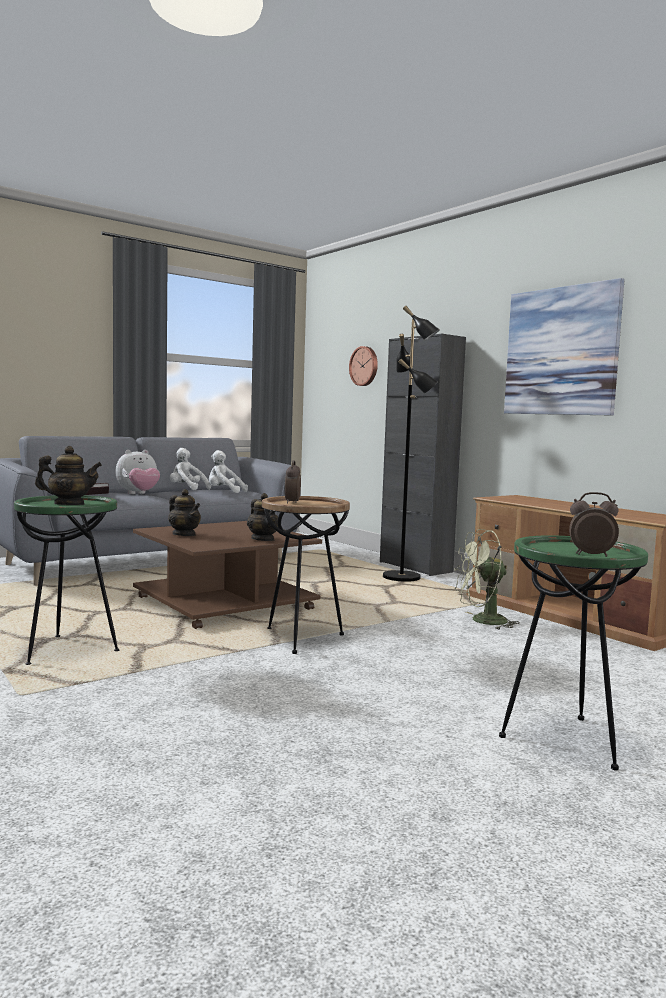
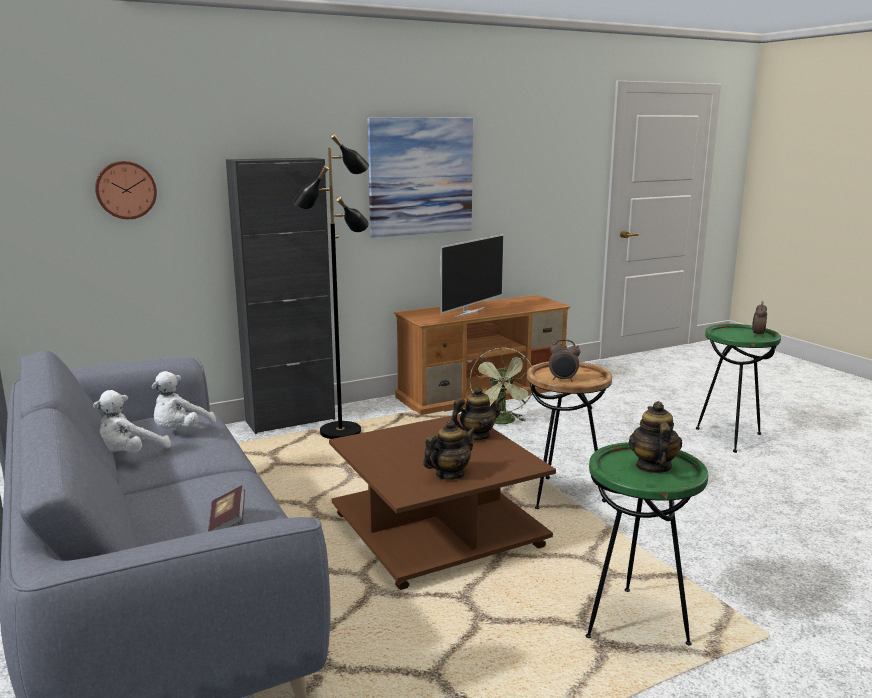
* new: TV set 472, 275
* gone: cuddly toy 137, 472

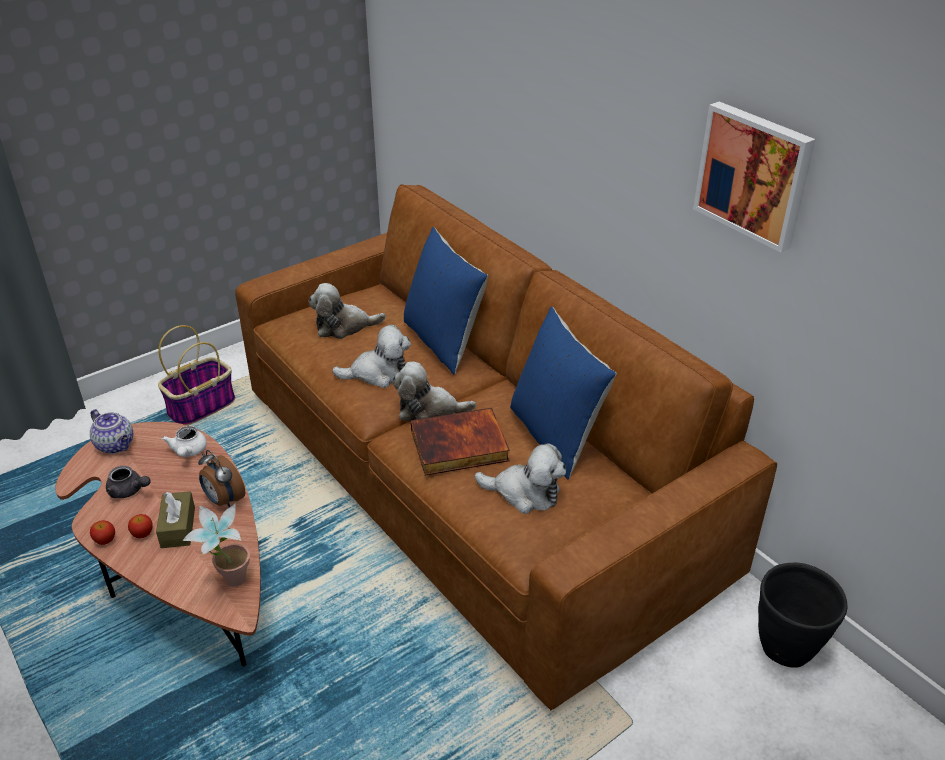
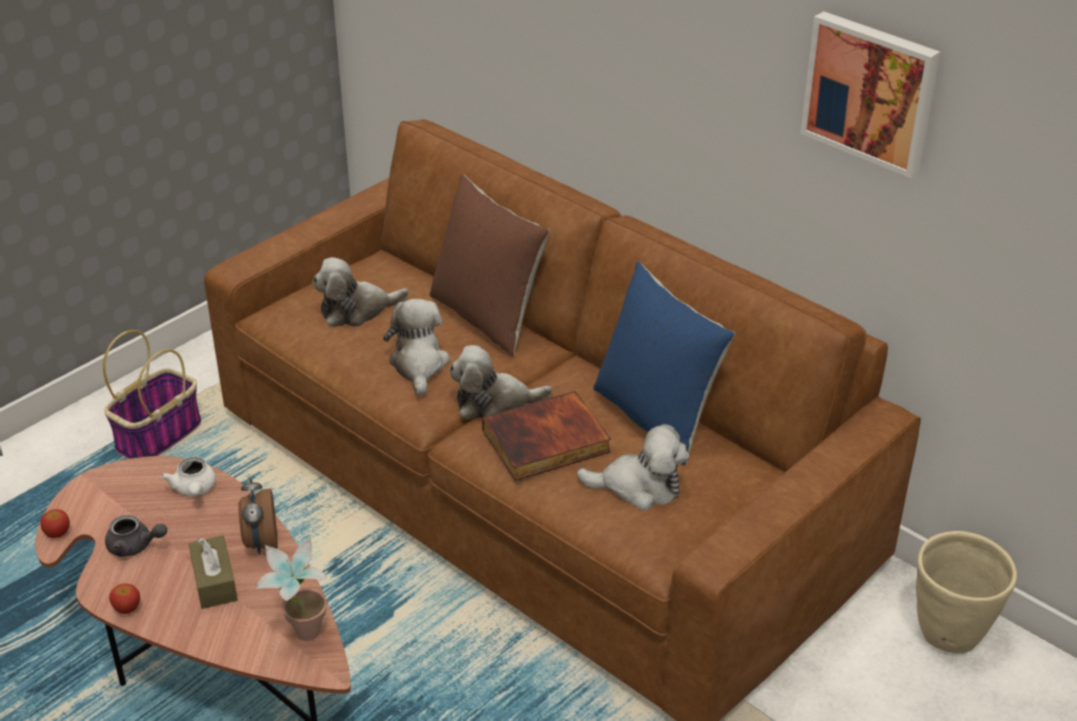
* shifted: whole apple 140, 526 to 55, 523
* rotated: table clock 221, 479 = 258, 516 45 degrees clockwise
* rotated: cuddly toy 371, 356 = 416, 347 75 degrees counterclockwise
* repainted: pillow/blue-coloured 446, 300 to pillow/brown-coloured 489, 265
* repainted: planter/blackish 803, 615 to planter/beige-coloured 966, 592
* gone: tea pot 111, 431

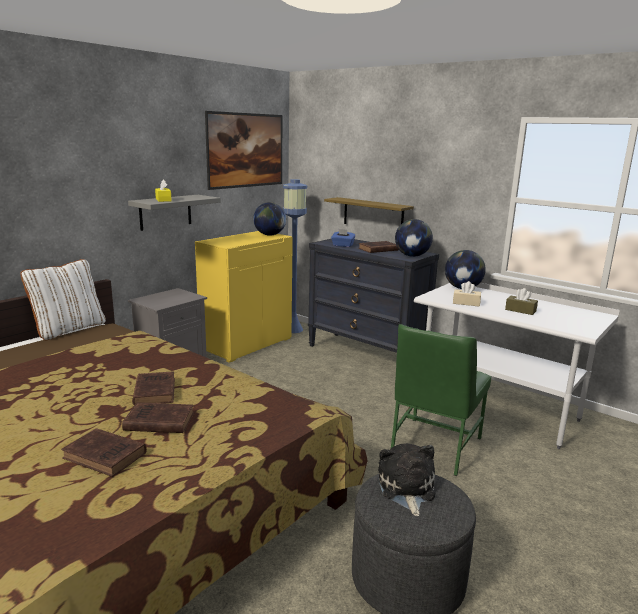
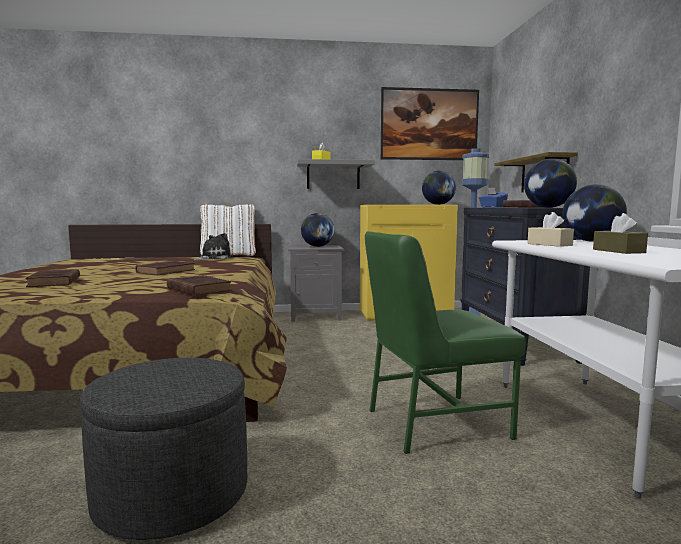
* shifted: volume/brown-coloured 158, 417 to 199, 285
* shifted: cuddly toy 406, 479 to 213, 246
* new: world globe 317, 230

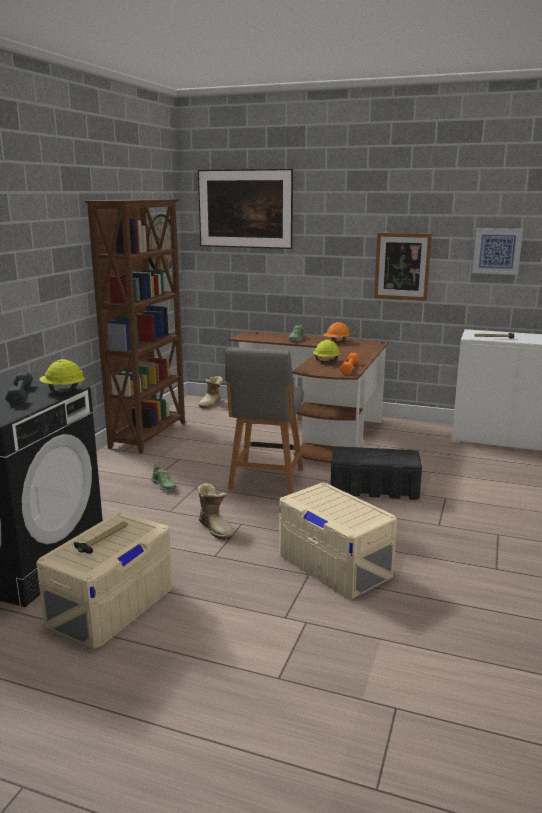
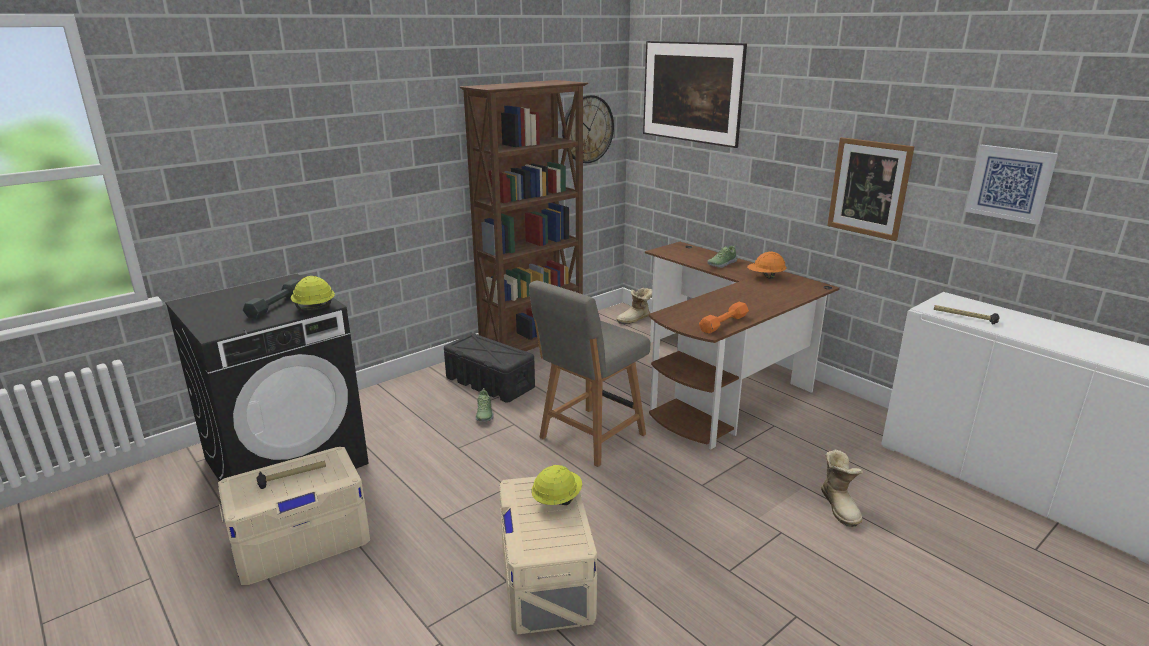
* shifted: storage bin/blackish 376, 473 to 489, 368
* shifted: hard hat/yellow 326, 351 to 557, 485
* shifted: boot 215, 511 to 842, 488

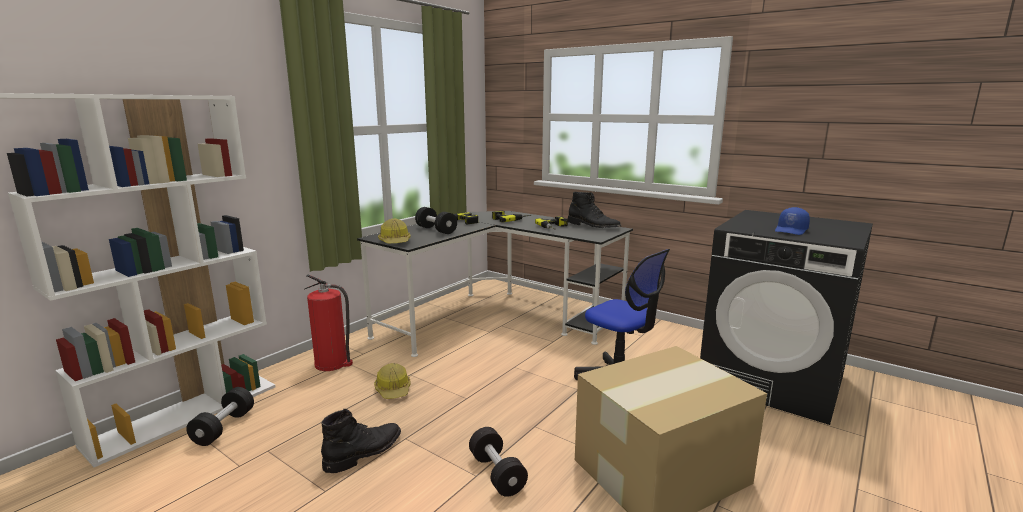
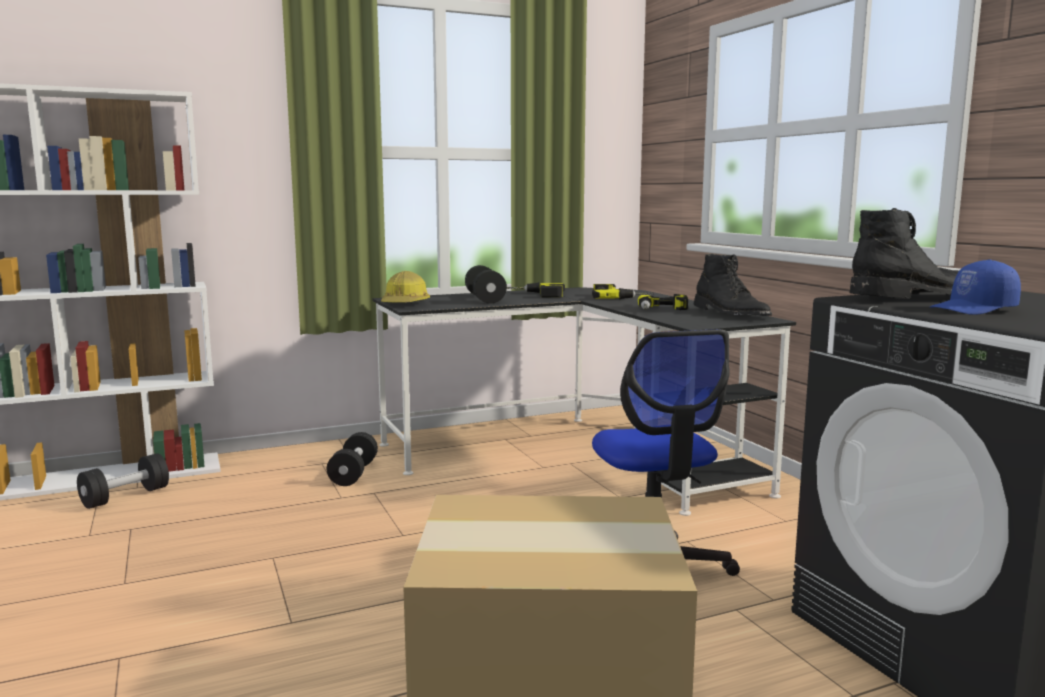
* shifted: hand weight/blackish 498, 462 to 352, 459
* shifted: boot/blackish 361, 441 to 904, 253
* gone: fire extinguisher 328, 323
* gone: hard hat 392, 381

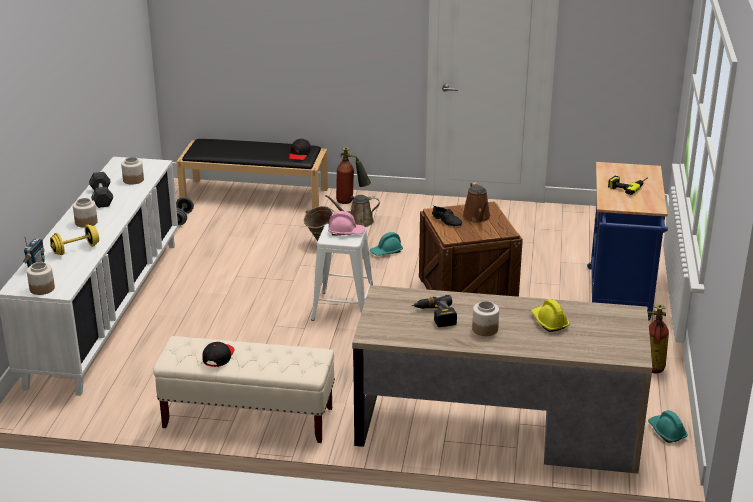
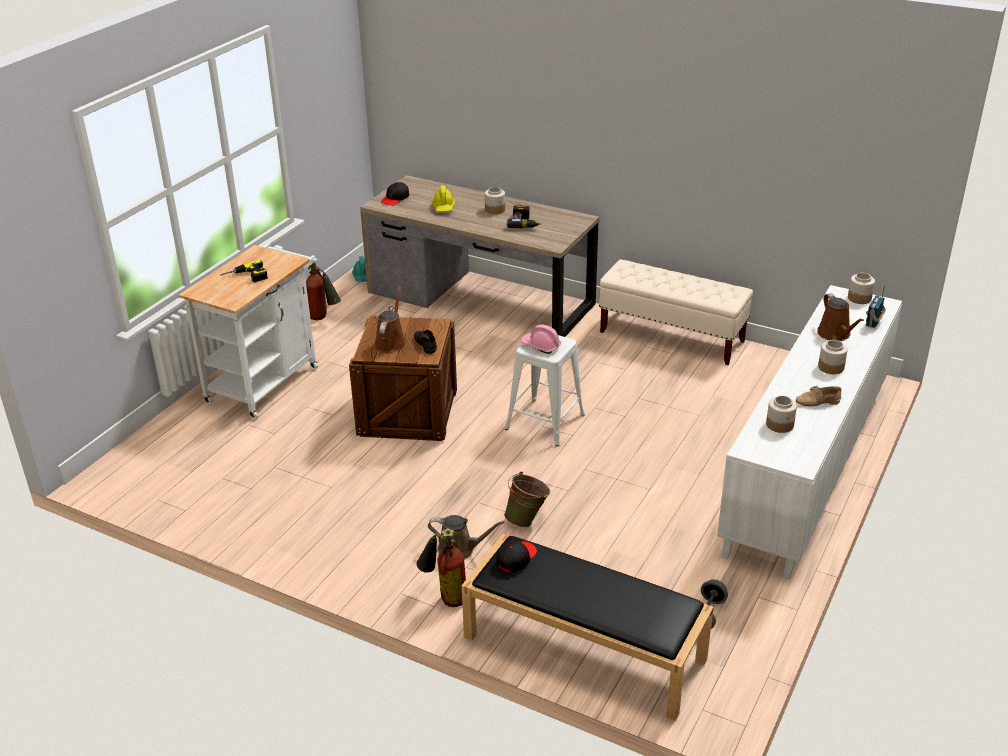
* repainted: wheeled cart/blue-coloured 627, 241 to wheeled cart/white 248, 331
* shifted: peaked cap/blackish 218, 354 to 395, 194
* swapped: hand weight/blackish 101, 190 to item of footwear/beige-coloured 818, 396
* swapped: hand weight/yellow 74, 239 to watering can/brown-coloured 840, 317
* gone: hard hat/turquoise 386, 244

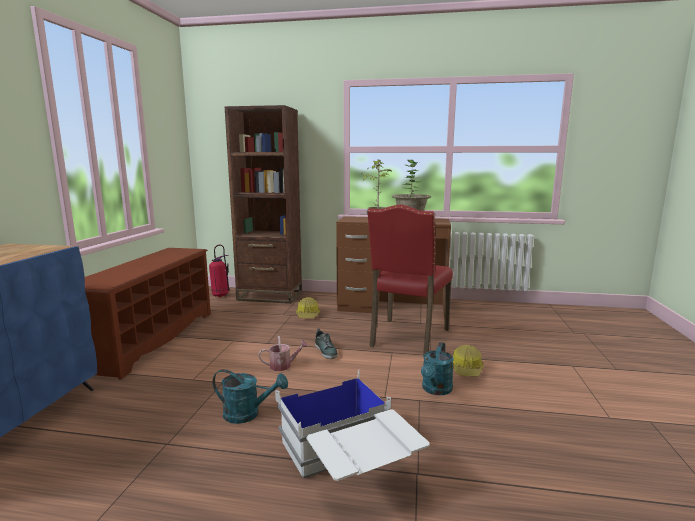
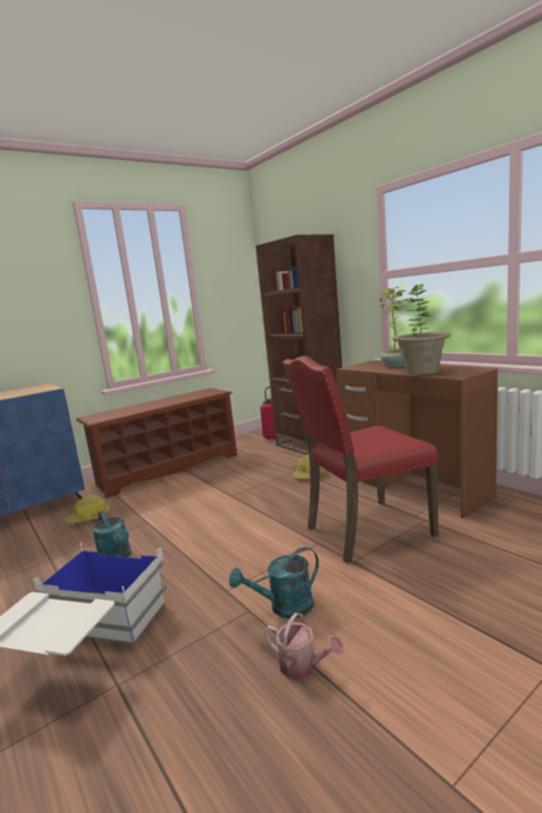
* shifted: hard hat 468, 361 to 87, 509
* shifted: watering can 283, 353 to 304, 646
* gone: item of footwear 326, 344

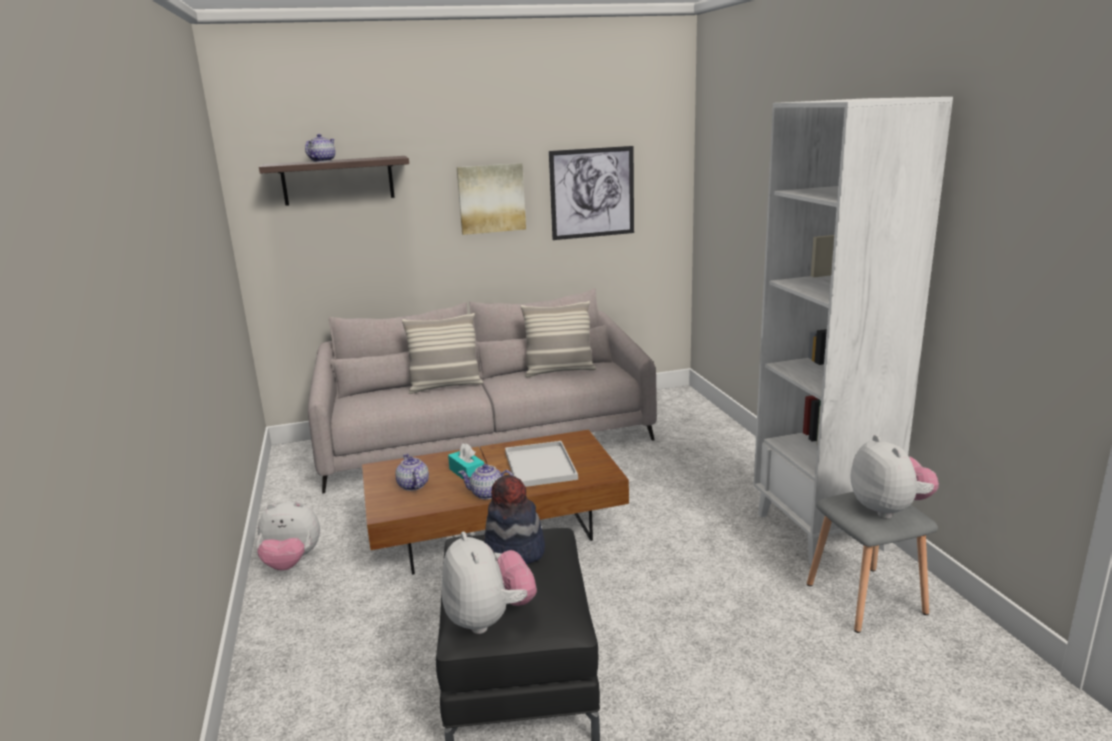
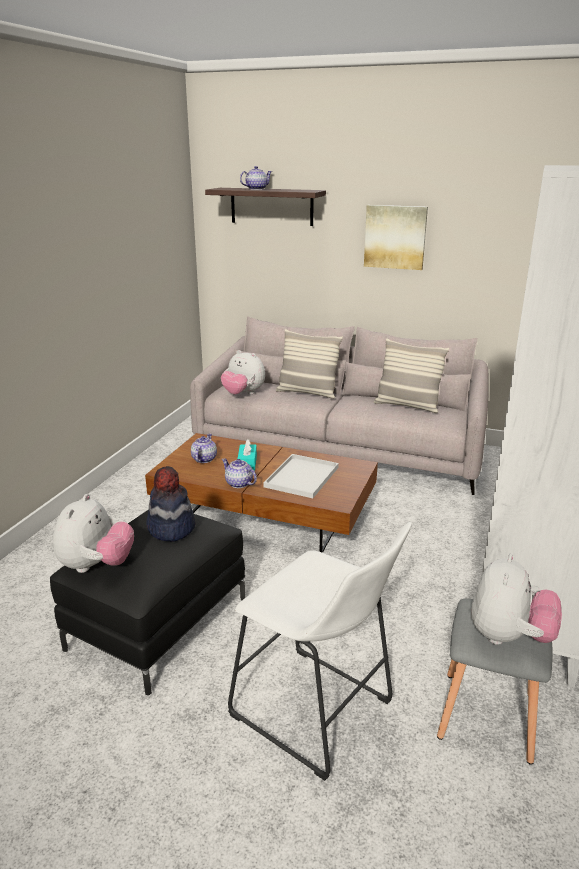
* shifted: cuddly toy 288, 536 to 243, 372
* new: stool seat/white 320, 651
* gone: wall art 591, 193

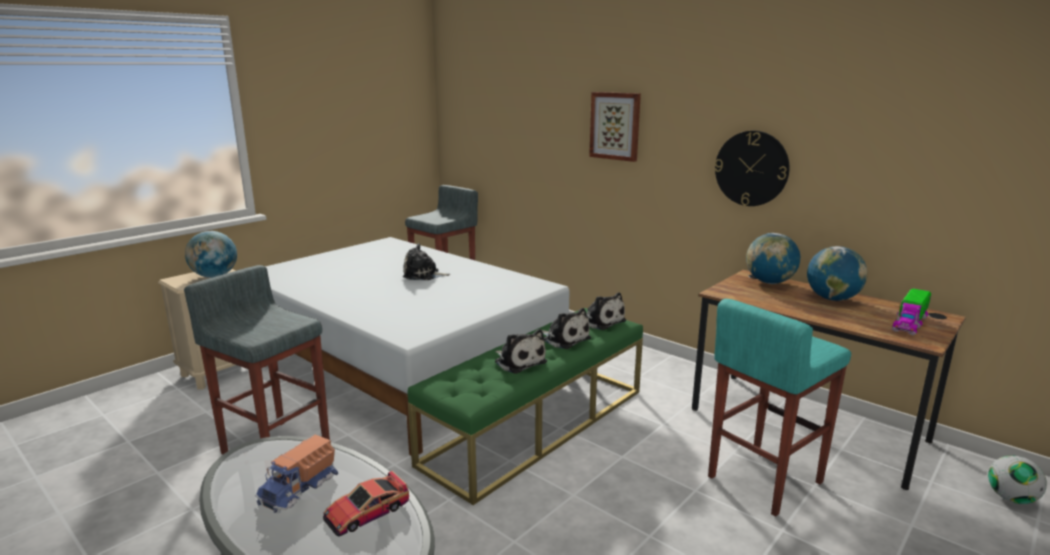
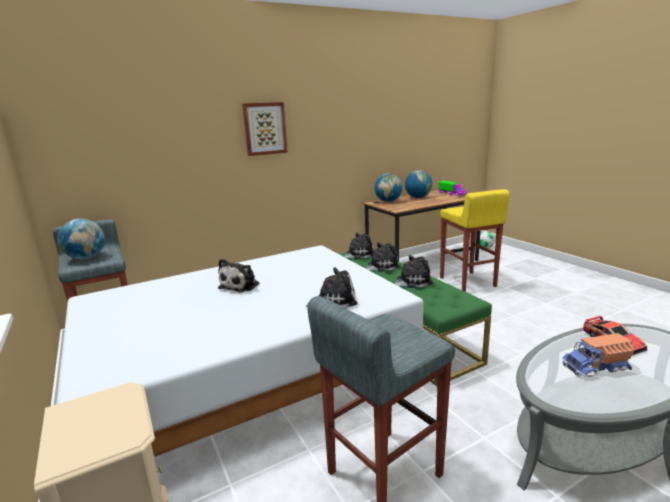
* shifted: world globe 211, 254 to 81, 239
* new: cuddly toy 331, 287
* repainted: stool seat/turquoise 779, 408 to stool seat/yellow 475, 240
* rotated: toy truck 296, 474 = 598, 355 120 degrees clockwise
* gone: clock on the wall 752, 168

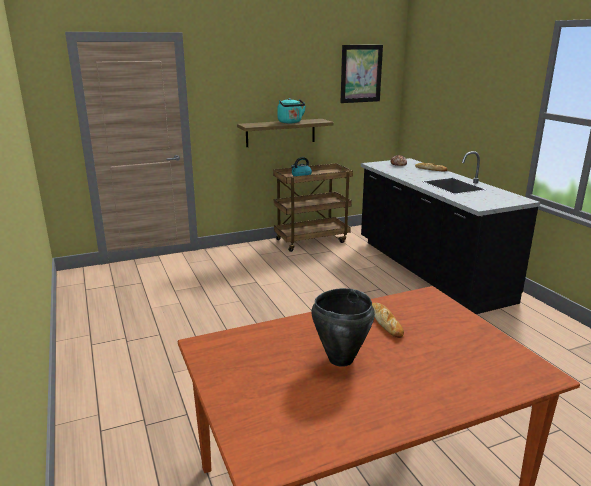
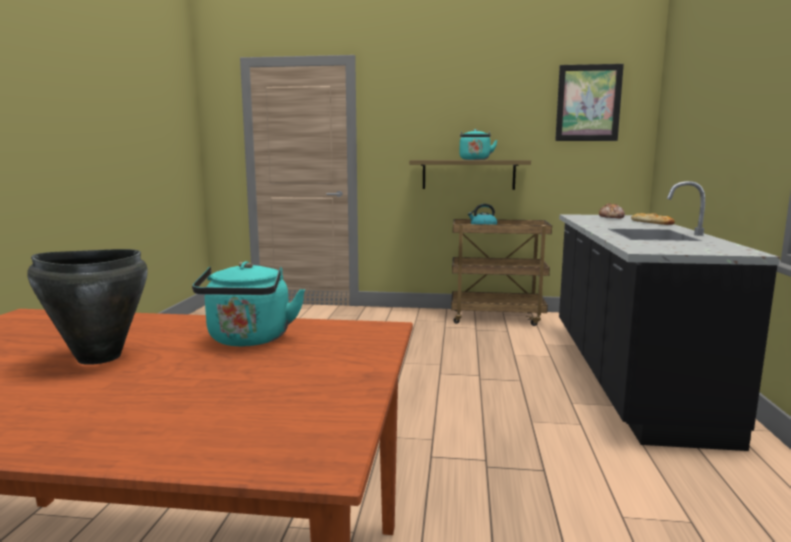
* swapped: bread 388, 320 to tea kettle/turquoise 248, 303

